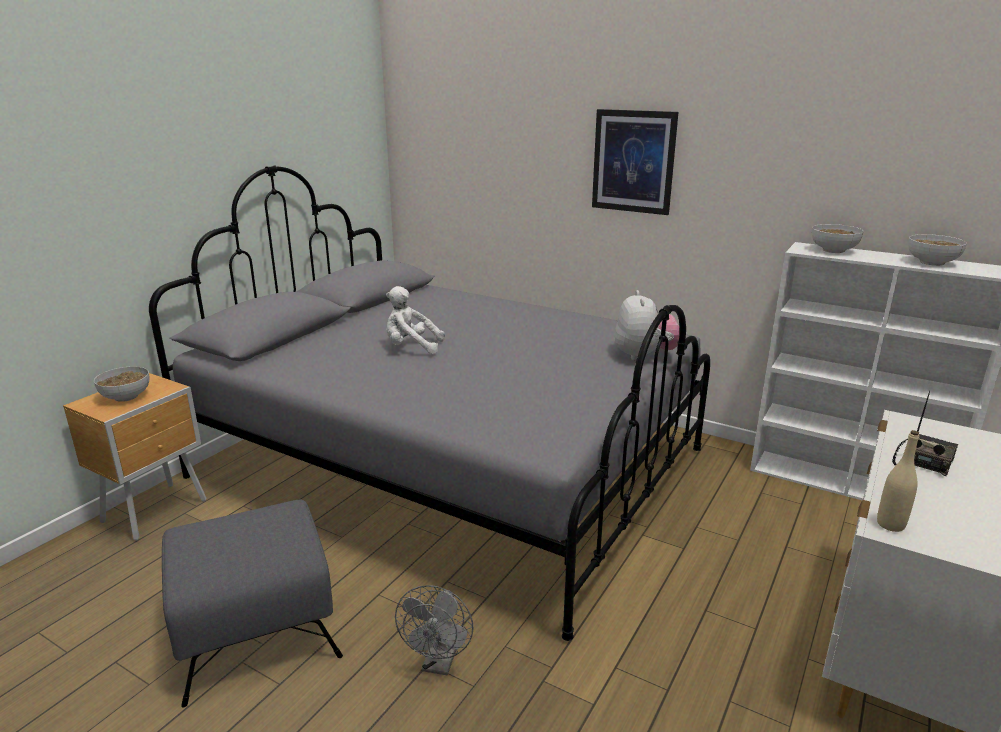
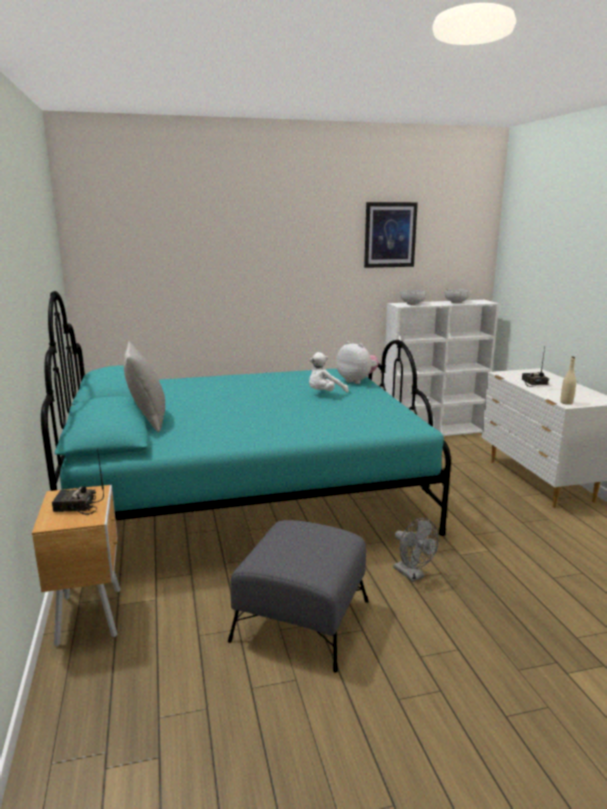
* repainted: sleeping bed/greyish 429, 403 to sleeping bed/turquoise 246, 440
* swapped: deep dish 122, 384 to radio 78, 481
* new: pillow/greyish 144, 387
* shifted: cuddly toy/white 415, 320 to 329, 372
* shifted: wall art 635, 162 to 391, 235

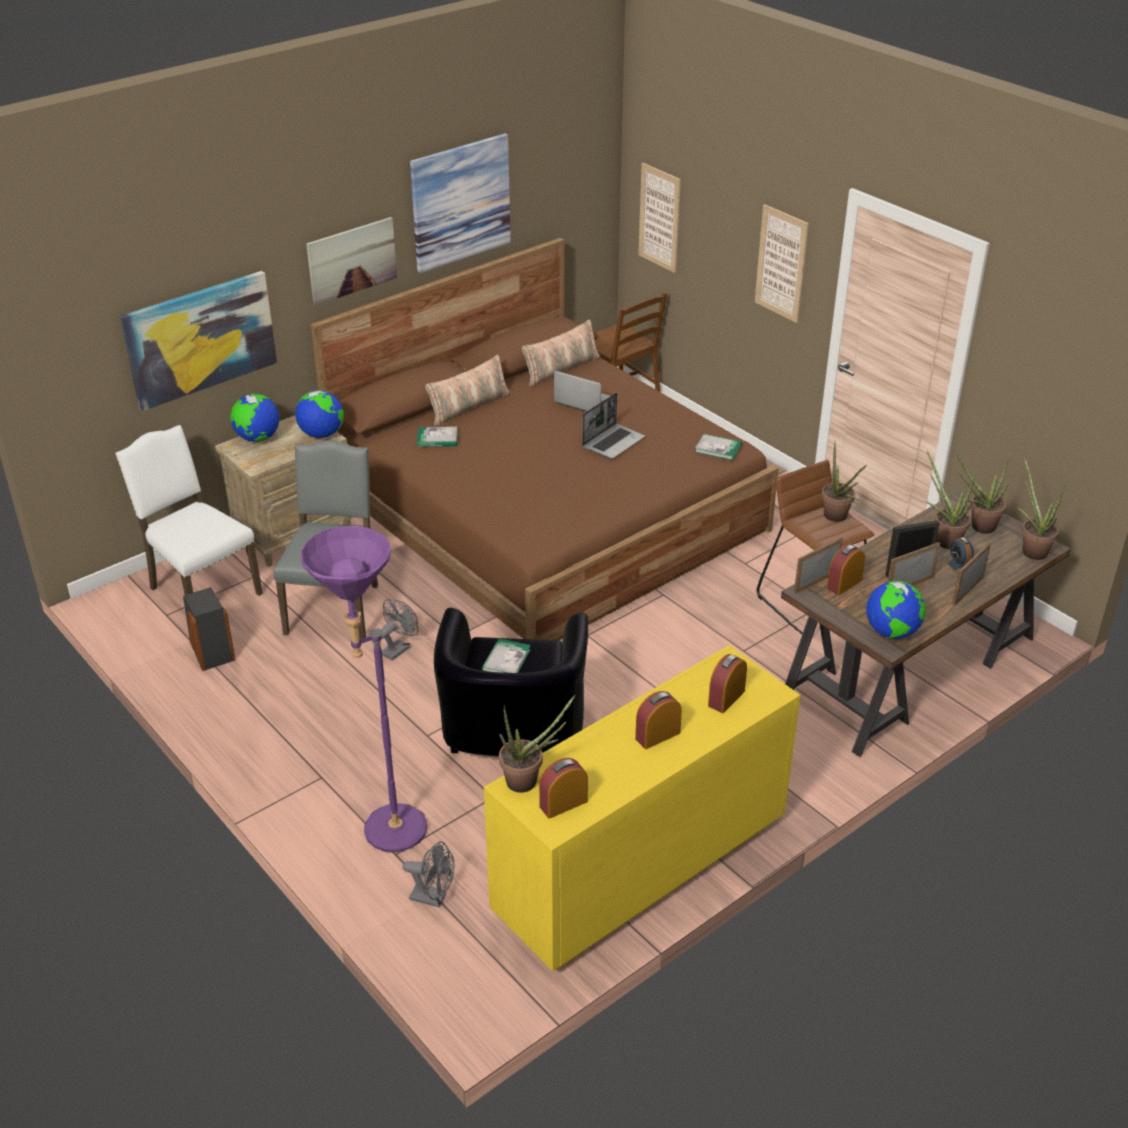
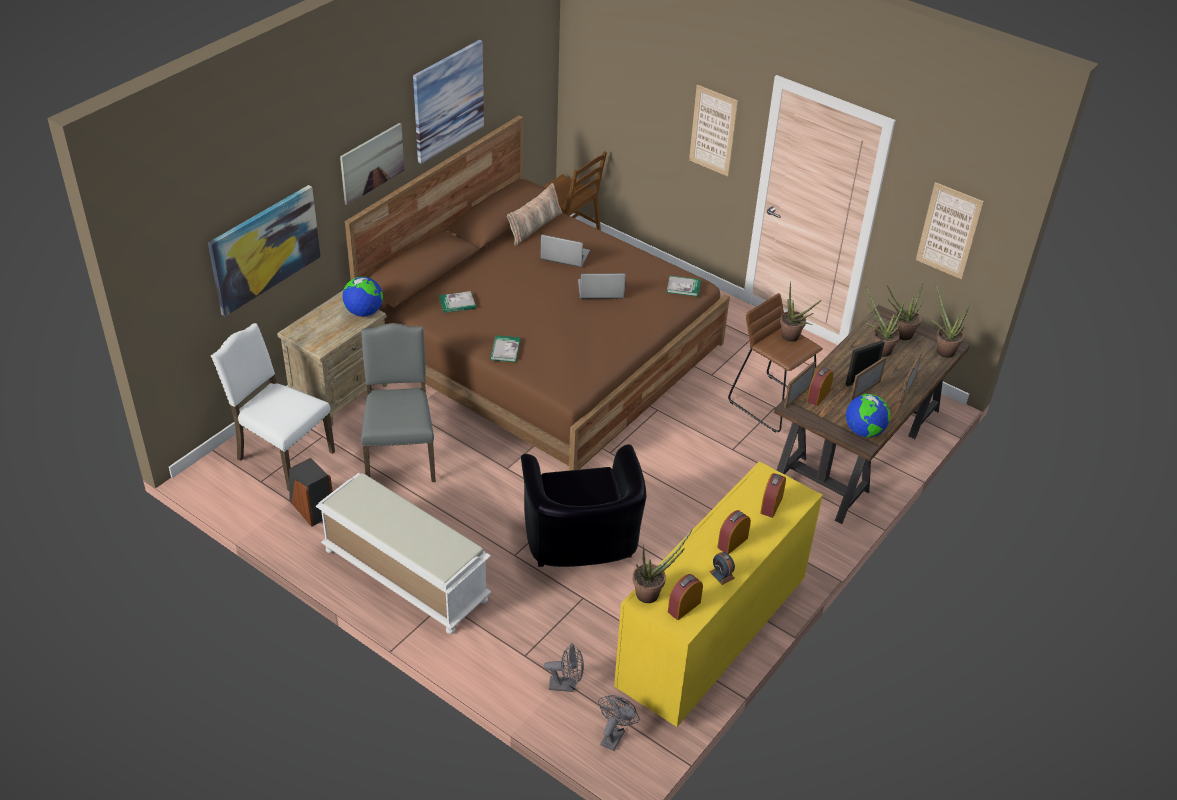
* new: long seat/white 403, 553
* shifted: volume 506, 655 to 505, 348
* rotated: portable computer 613, 426 = 602, 286 120 degrees counterclockwise
* shifted: electric fan/greyish 400, 629 to 618, 723
* shifted: table clock 959, 555 to 722, 568
* shifted: wall art 659, 218 to 950, 230
* gone: world globe 254, 418
* gone: standard lamp/purple 363, 689
* gone: pillow 467, 390

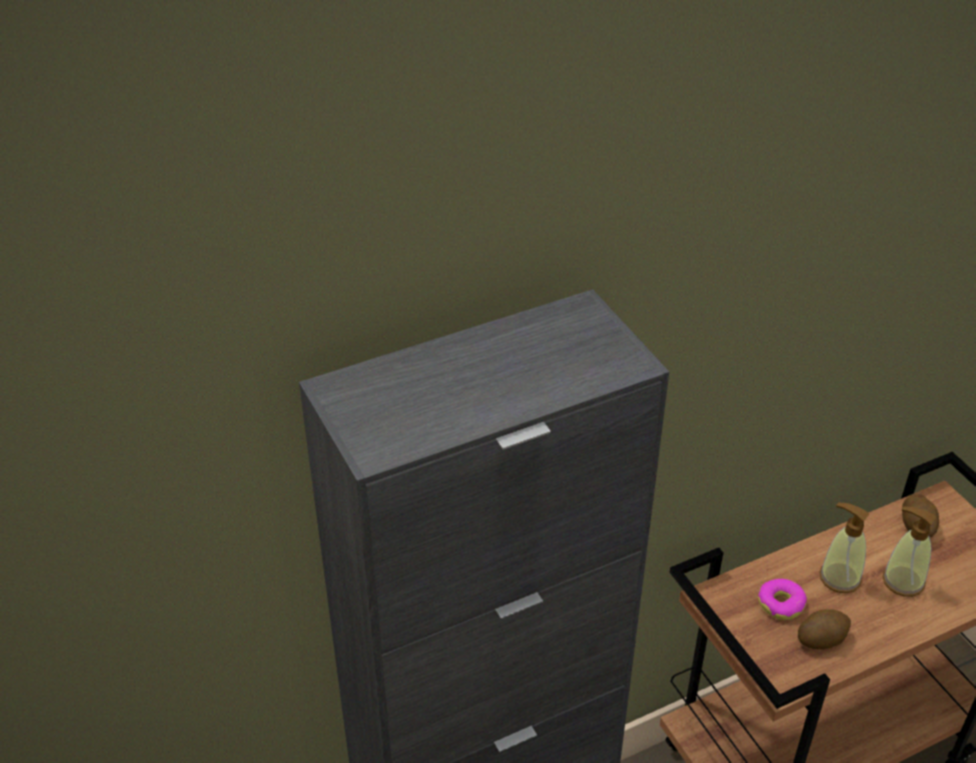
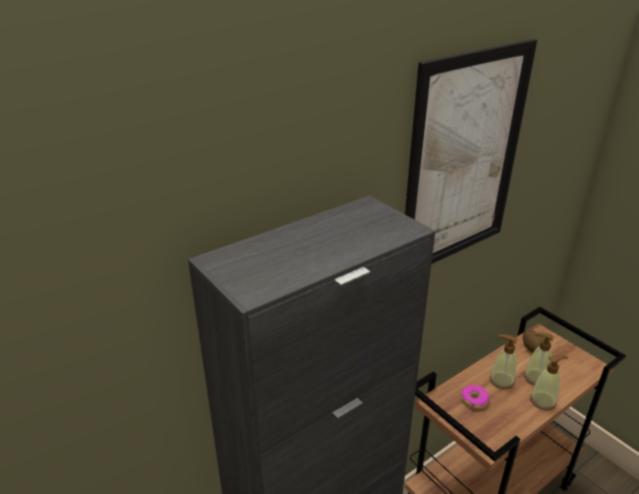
* new: wall art 471, 151
* new: soap dispenser 549, 382
* gone: potato 824, 629

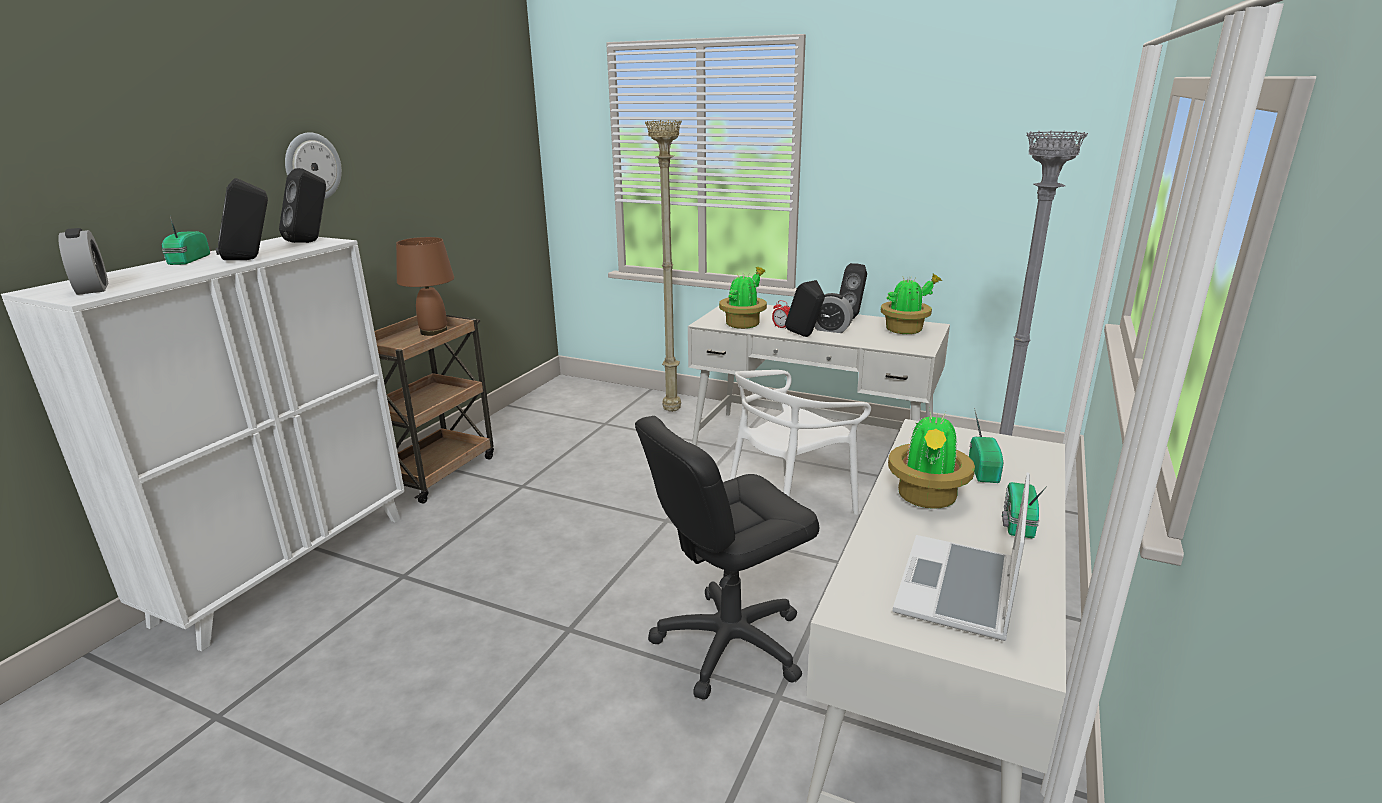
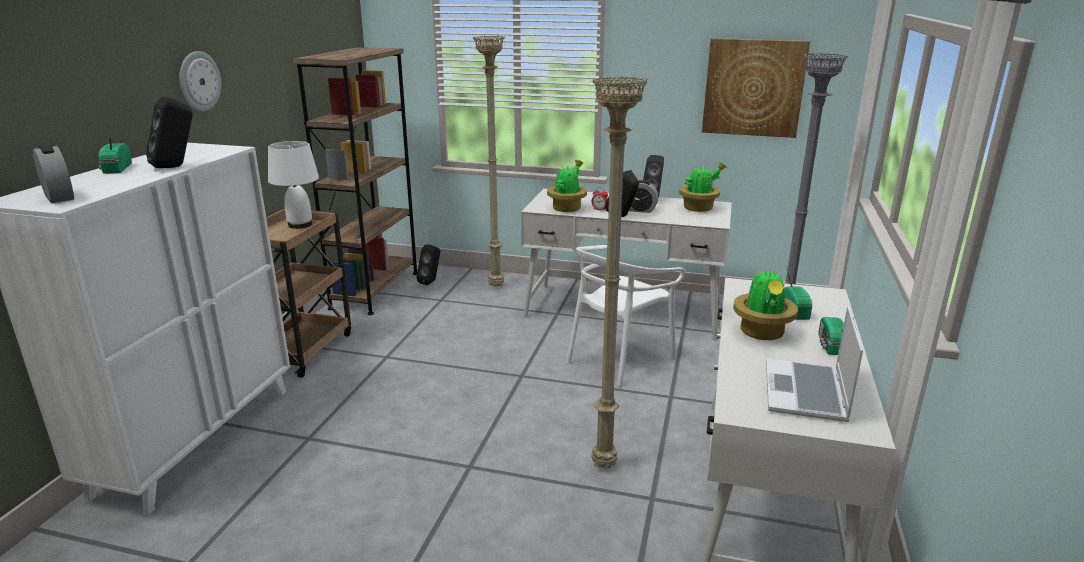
* repainted: lamp for a table/brown-coloured 425, 286 to lamp for a table/white 293, 185
* new: bookcase/brown-coloured 355, 181
* shifted: audio speaker/blackish 302, 205 to 428, 264
* swapped: computer chair/blackish 727, 558 to standard lamp/beige-coloured 619, 272
* new: wall art 756, 88

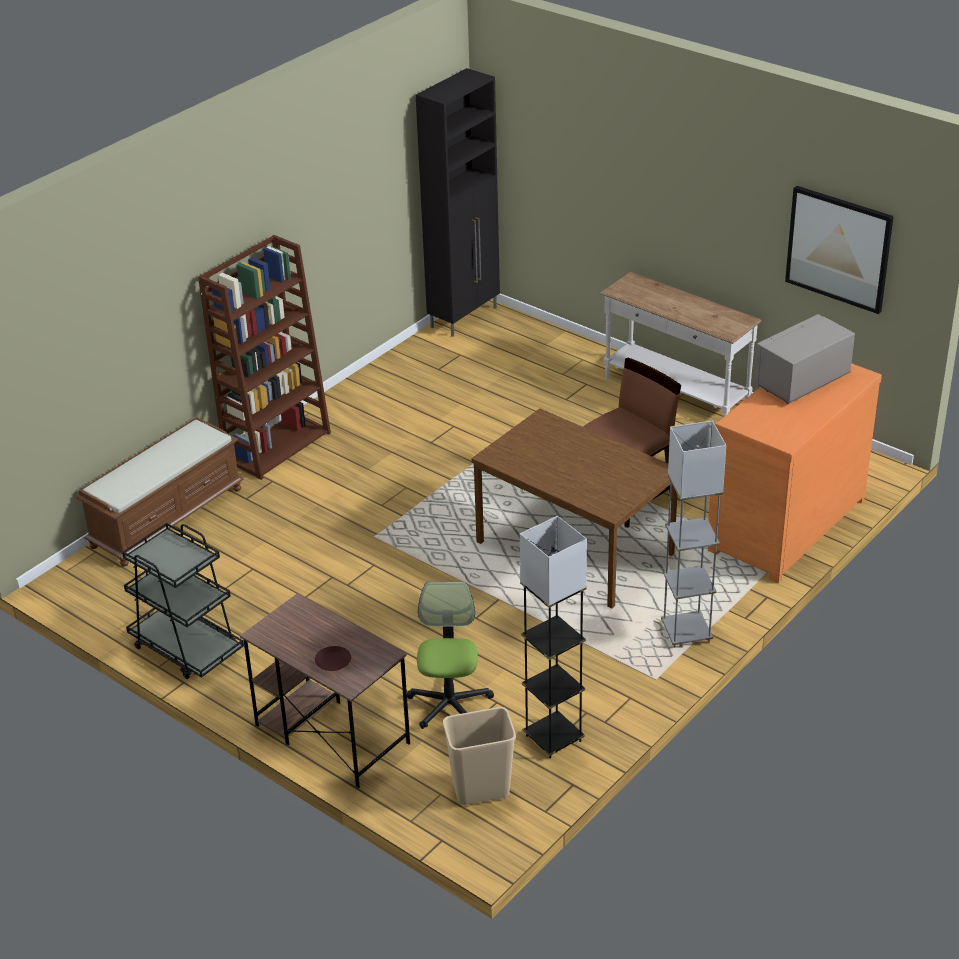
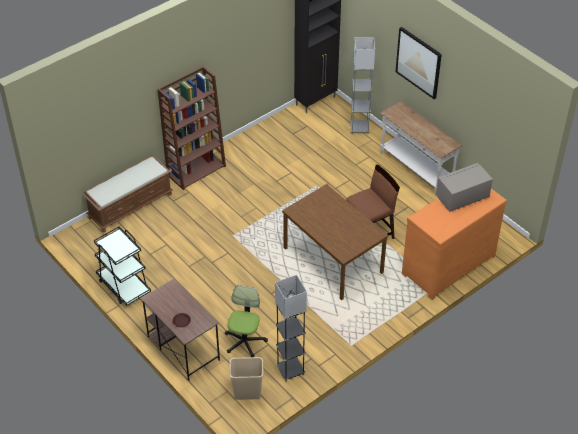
* shifted: standard lamp/greyish 693, 534 to 362, 85
* shifted: wall art 839, 250 to 418, 63

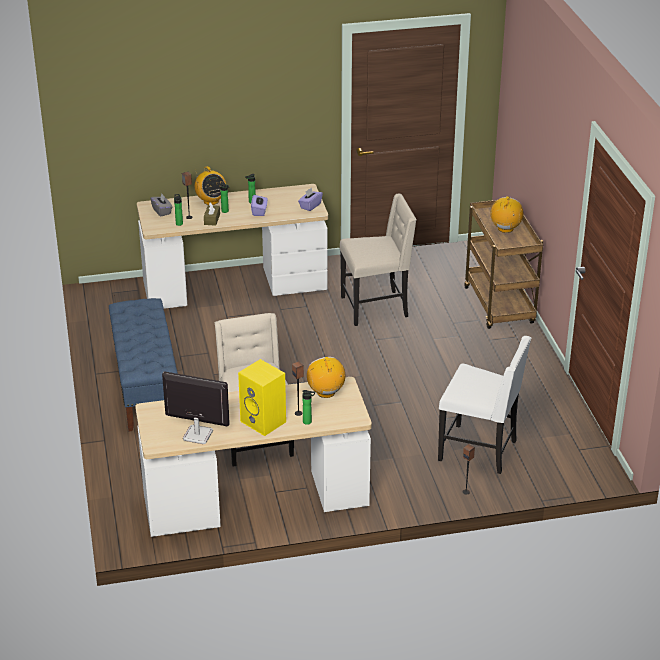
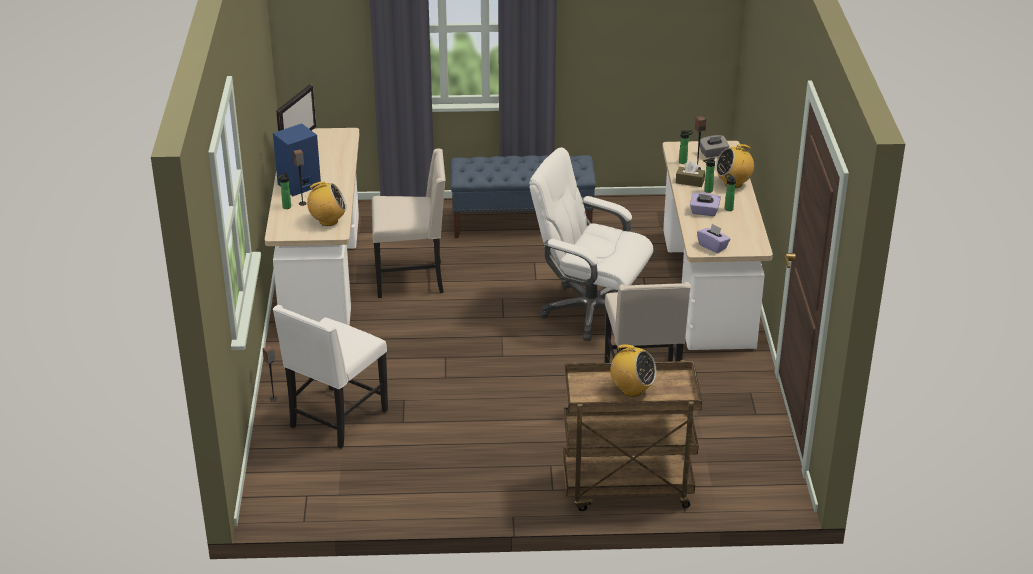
* repainted: audio speaker/yellow 262, 397 to audio speaker/blue-coloured 297, 159
* new: computer chair/white 591, 244

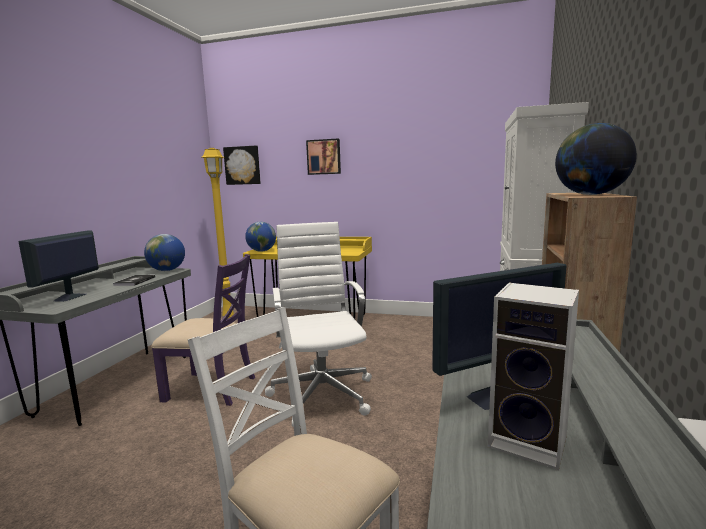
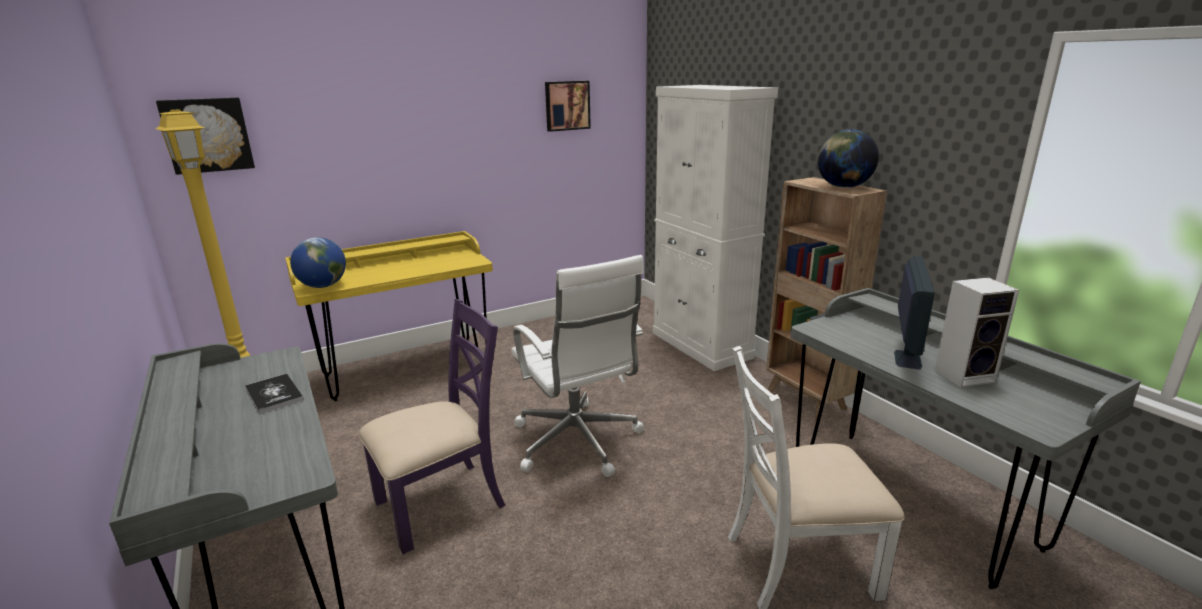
* rotated: computer chair/white 318, 324 = 578, 366 150 degrees counterclockwise
* shifted: wall art 323, 157 to 568, 106
* gone: computer display 58, 266
* gone: world globe 164, 252

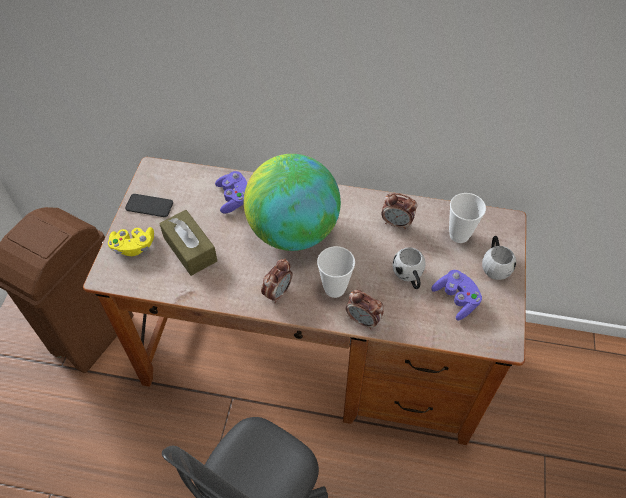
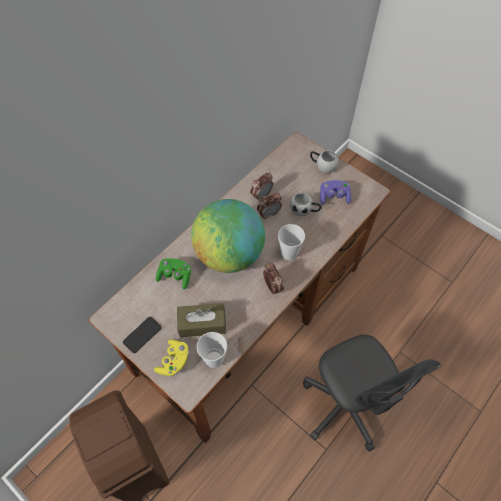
* repainted: joypad/purple 231, 192 to joypad/green 173, 273
* shifted: cup 467, 218 to 212, 350
* shifted: table clock 365, 309 to 269, 206

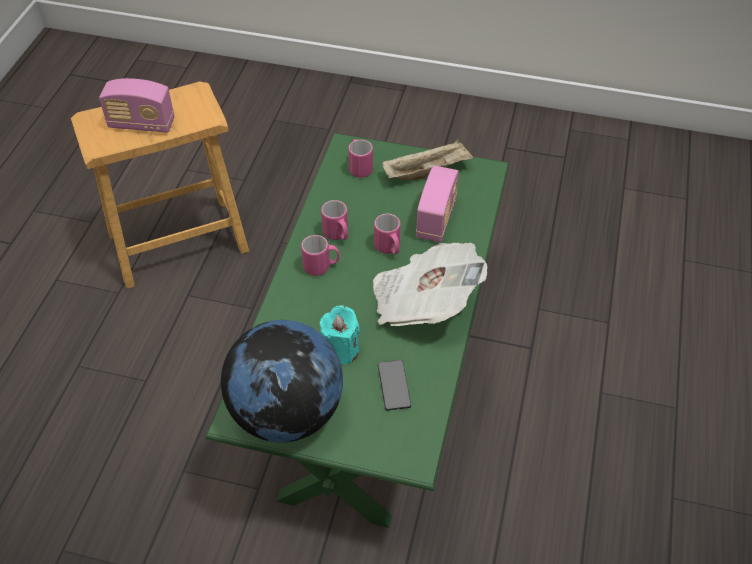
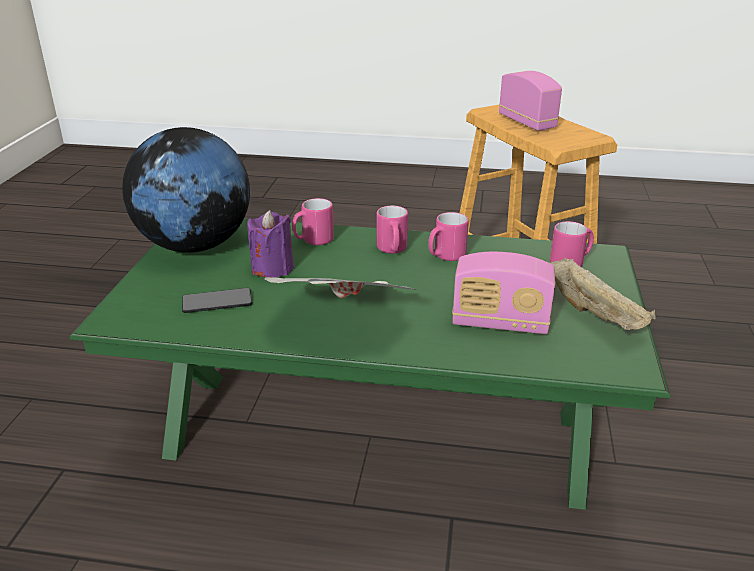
* repainted: wax light/turquoise 340, 334 to wax light/purple 270, 243
* shifted: mug/pink-coloured 387, 234 to 313, 221
* rotated: radio 137, 105 = 530, 101 150 degrees clockwise

